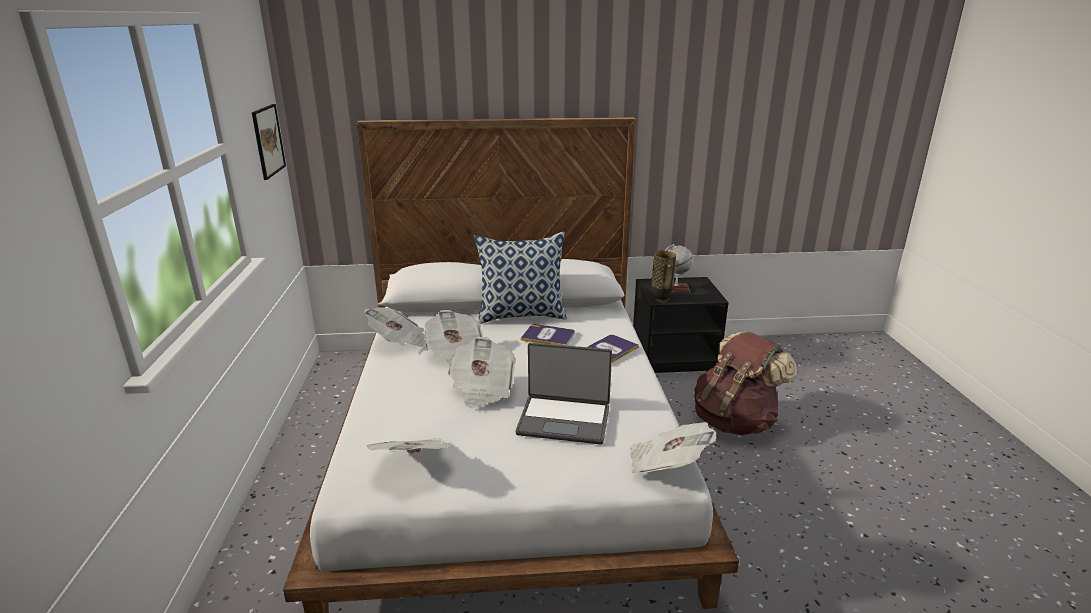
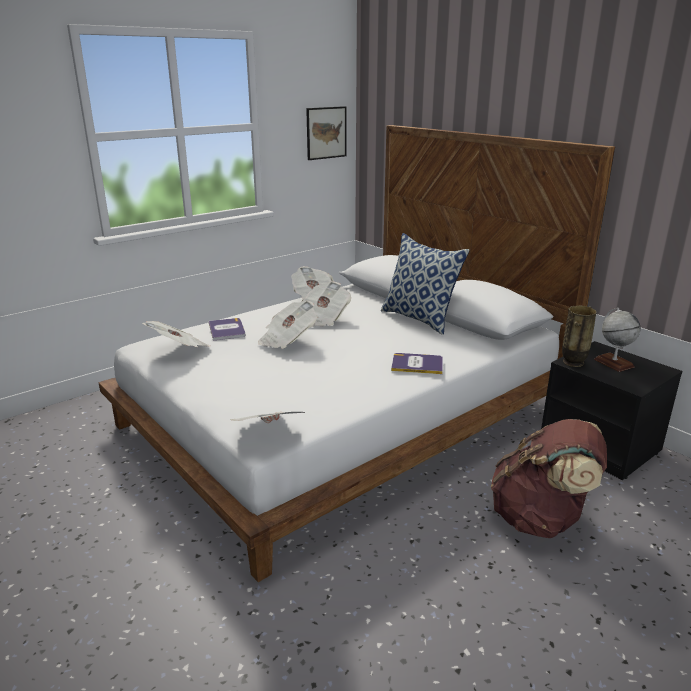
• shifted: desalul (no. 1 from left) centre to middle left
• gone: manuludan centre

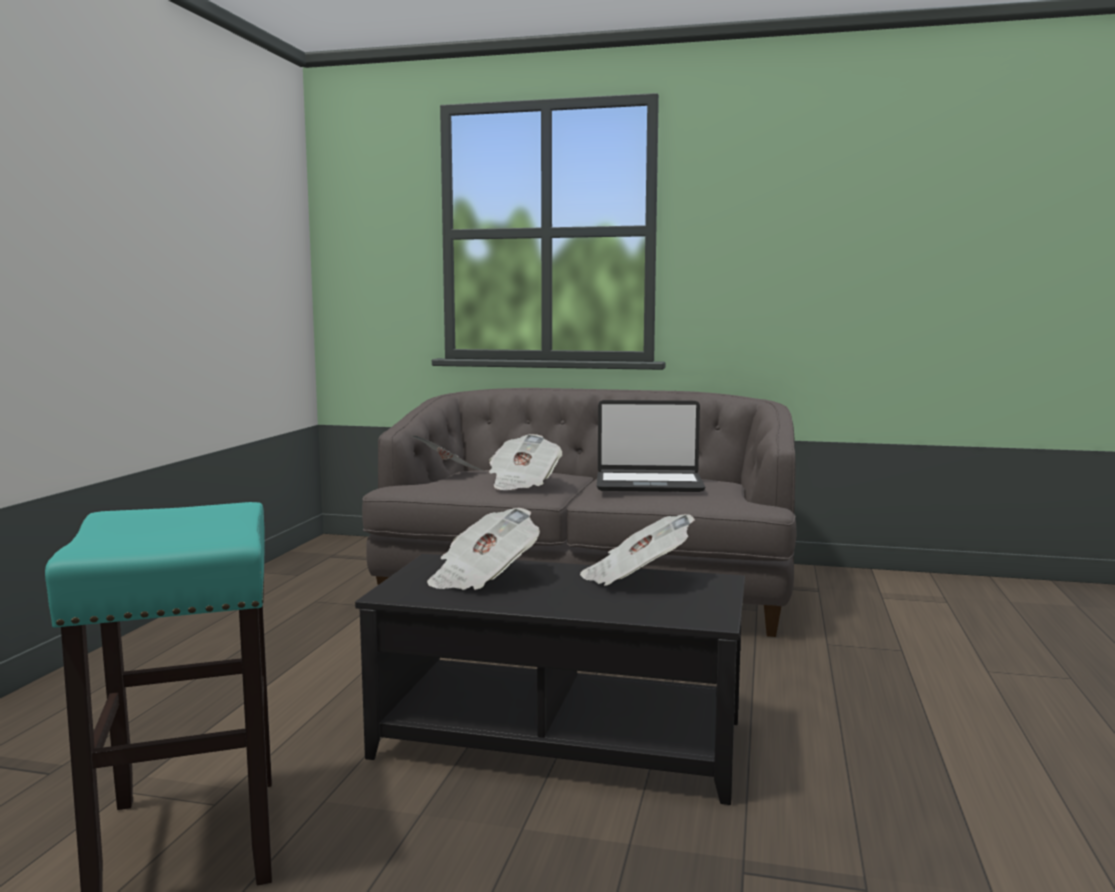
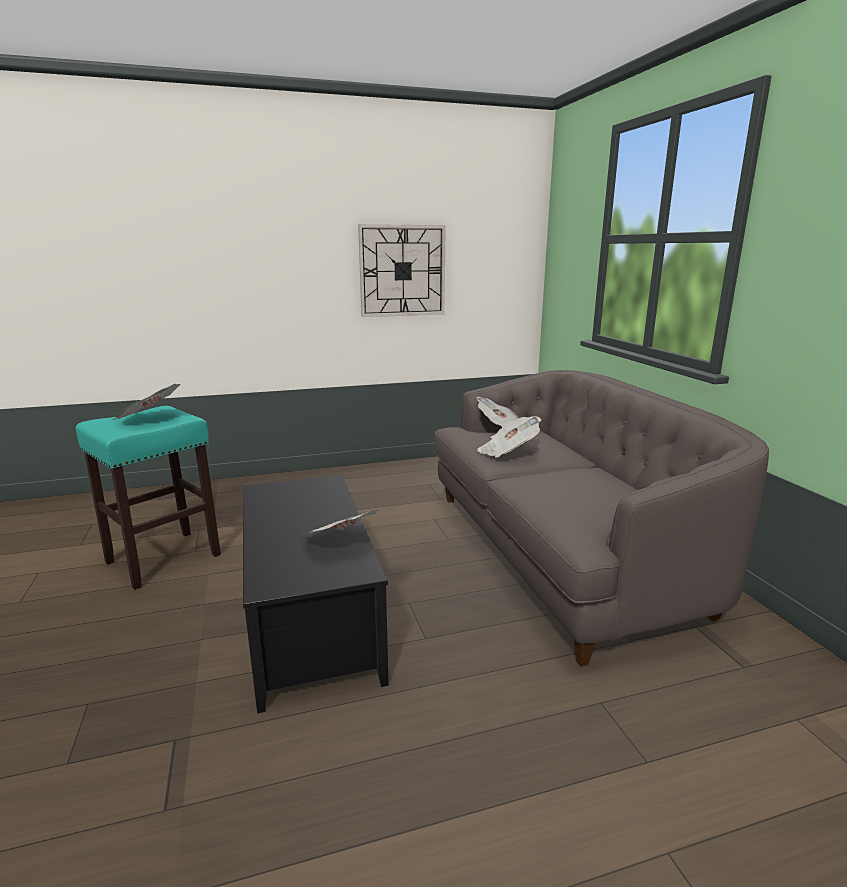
• shifted: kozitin (no. 2 from left in the first image) centre to kozitin (no. 1 from left) middle left
• new: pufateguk top centre
• gone: manuludan centre

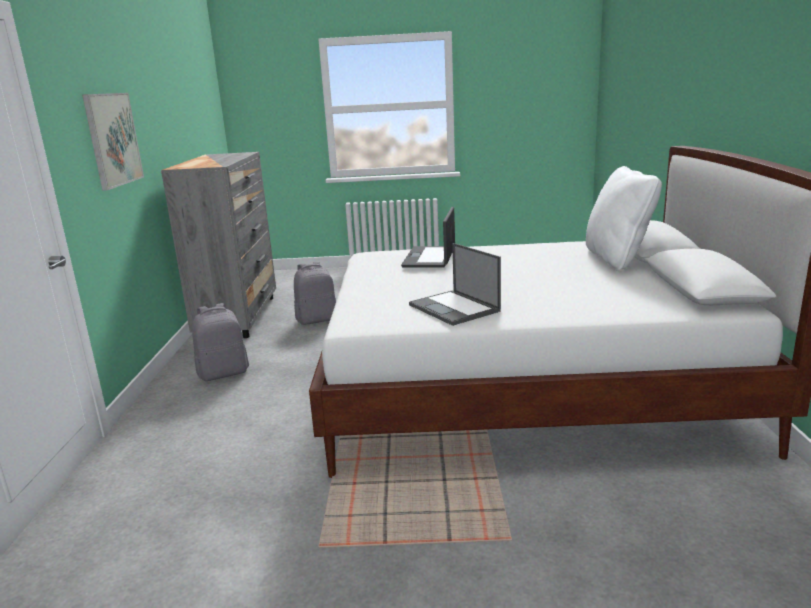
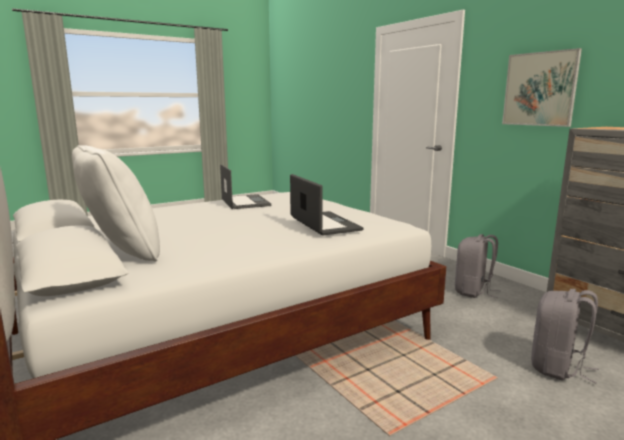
• rotated: manuludan (no. 2 from left in the first image) centre = centre 45 degrees clockwise

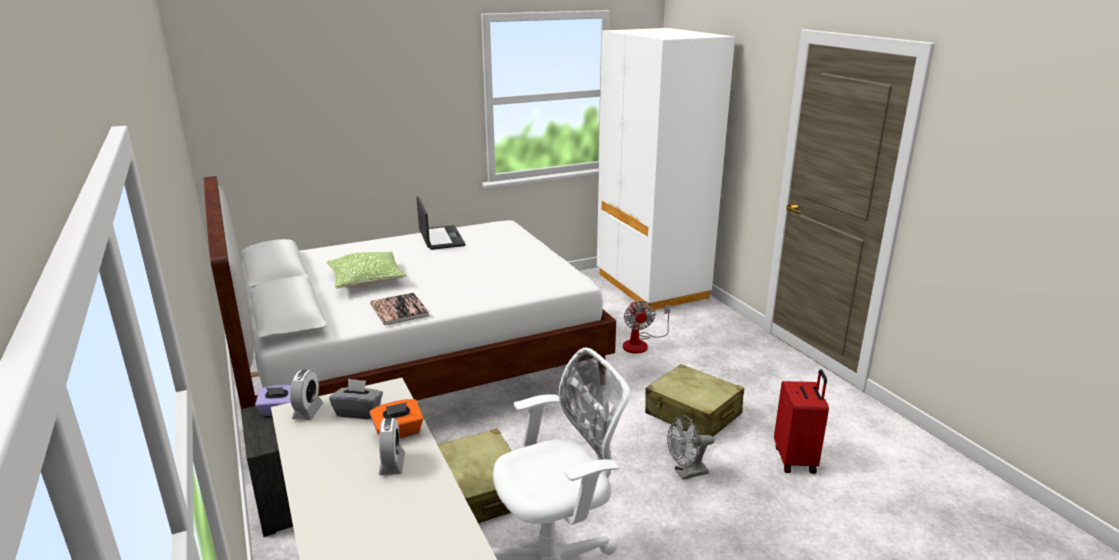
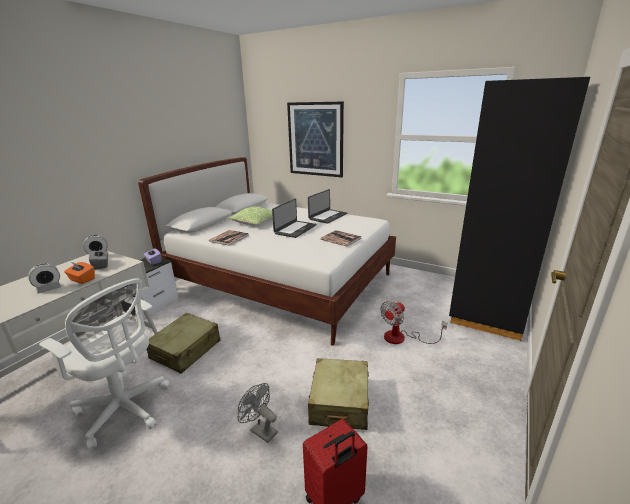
• new: manuludan (no. 1 from left) centre
• new: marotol top centre
• new: desalul (no. 2 from left) centre
• repainted: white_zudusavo top centre to black_zudusavo middle right

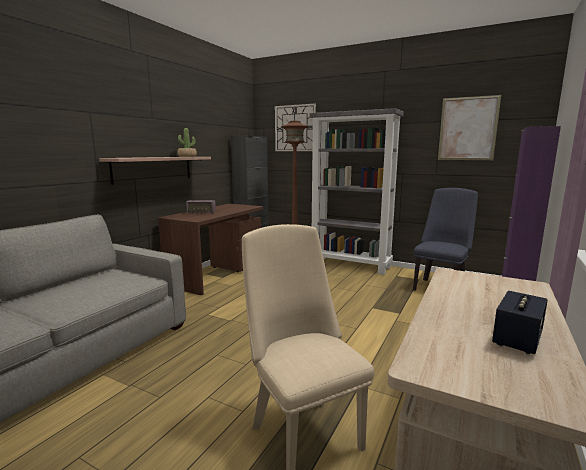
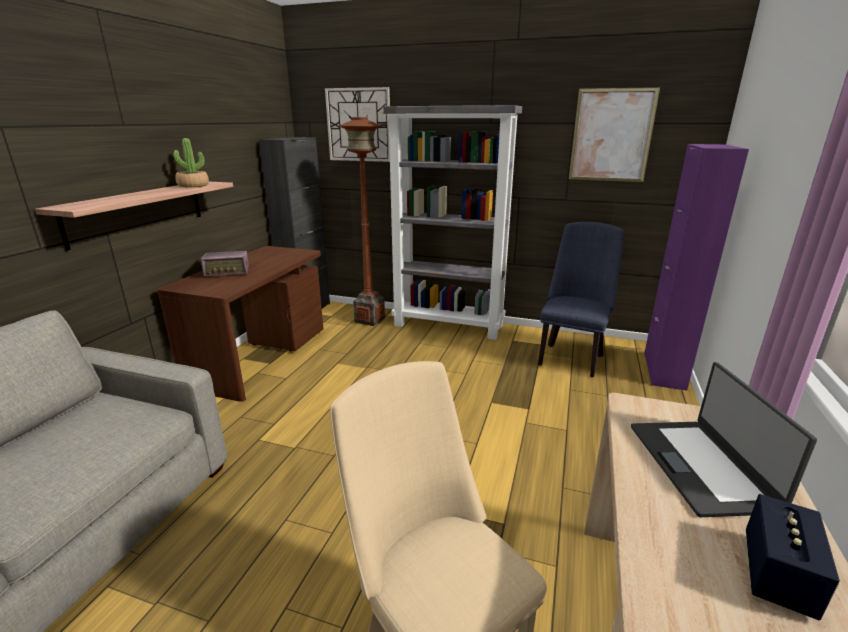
• new: manuludan bottom right

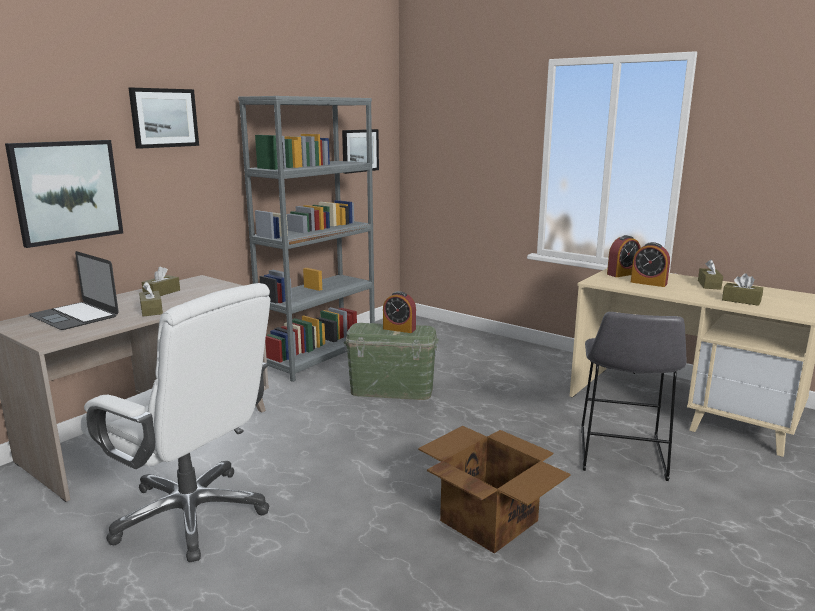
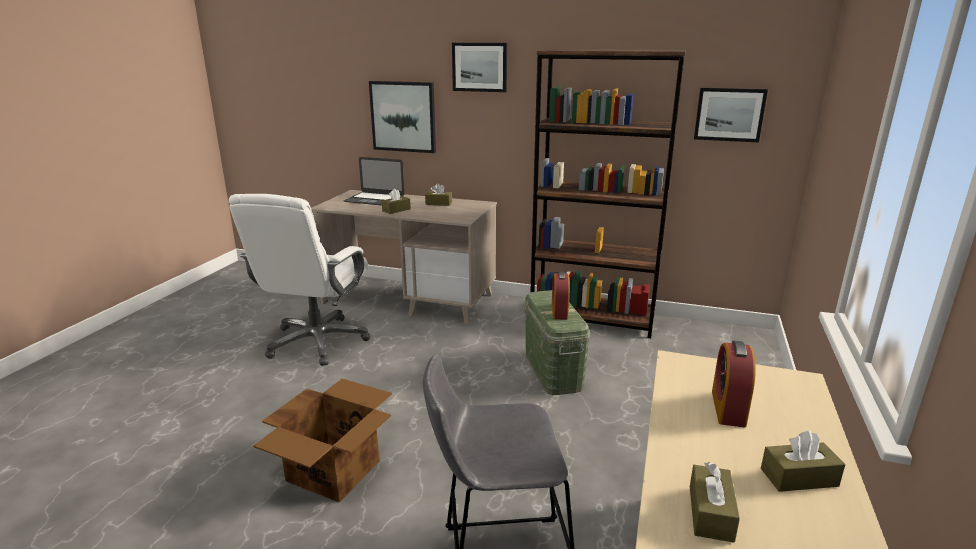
• rotated: manuludan middle left = top centre 90 degrees counterclockwise
• repainted: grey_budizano centre to brown_budizano centre
• gone: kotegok (no. 2 from left) middle right

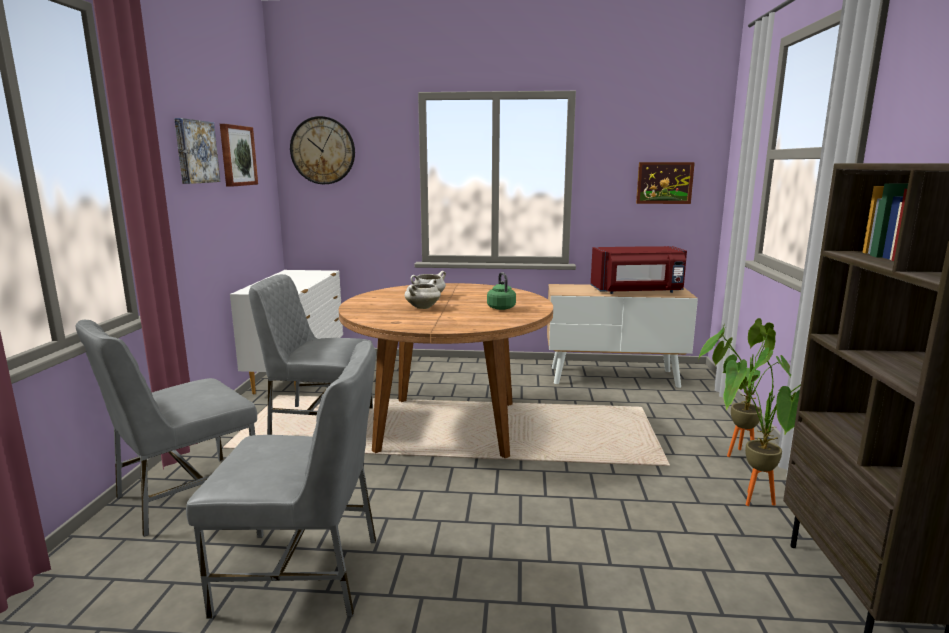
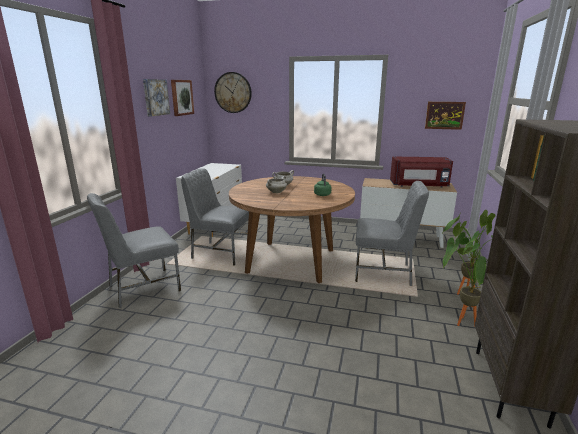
• shifted: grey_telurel (no. 2 from left in the first image) bottom left to grey_telurel (no. 3 from left) middle right

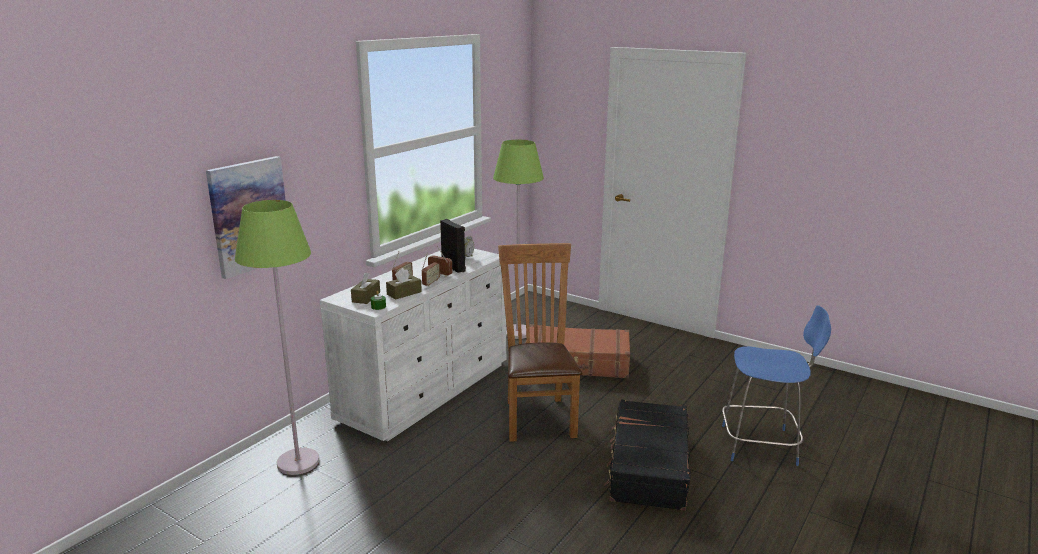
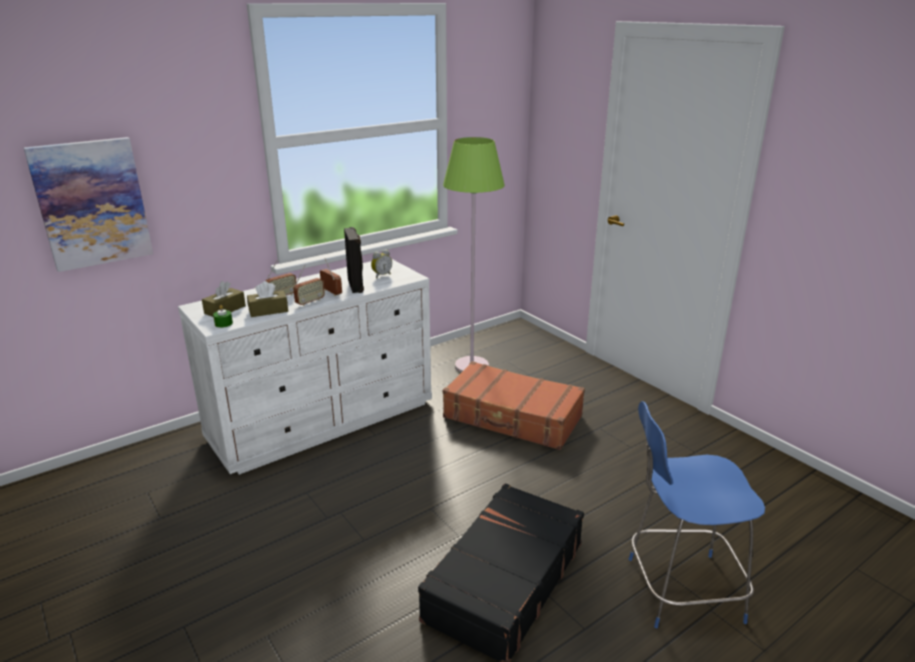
• rotated: blue_telurel bottom right = bottom right 150 degrees clockwise
• gone: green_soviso (no. 1 from left) middle left
• gone: brown_telurel centre

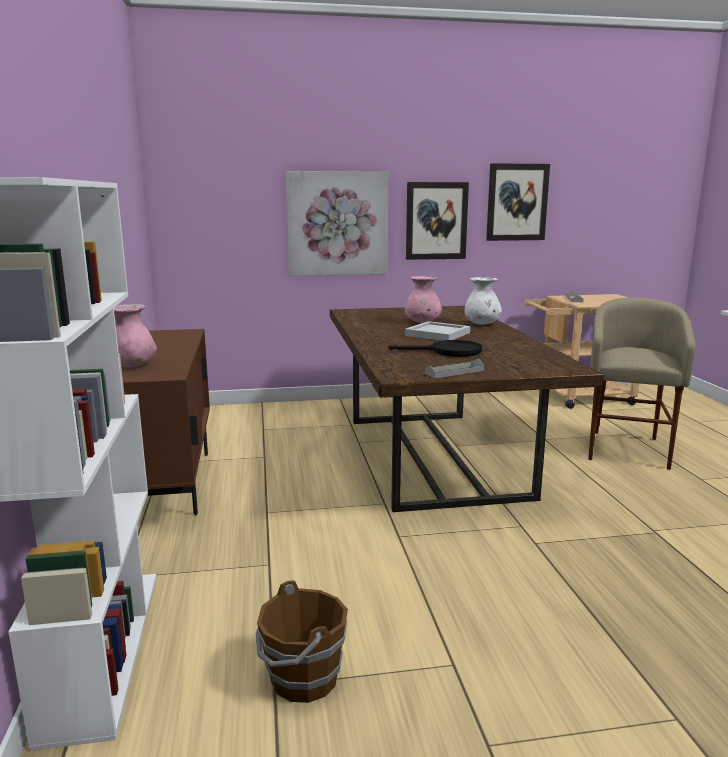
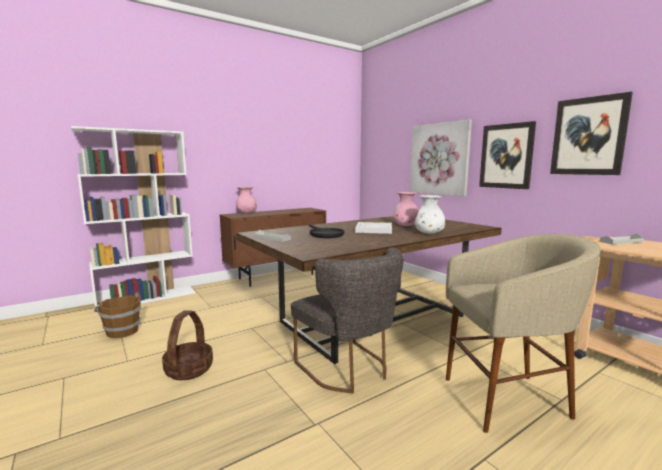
• new: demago bottom left
• new: grey_telurel bottom centre

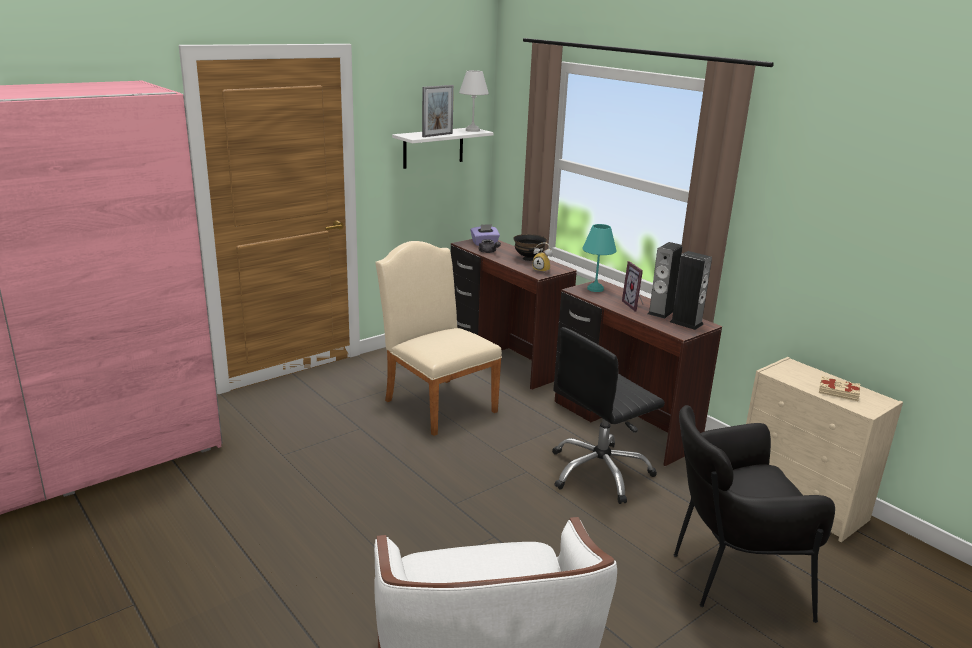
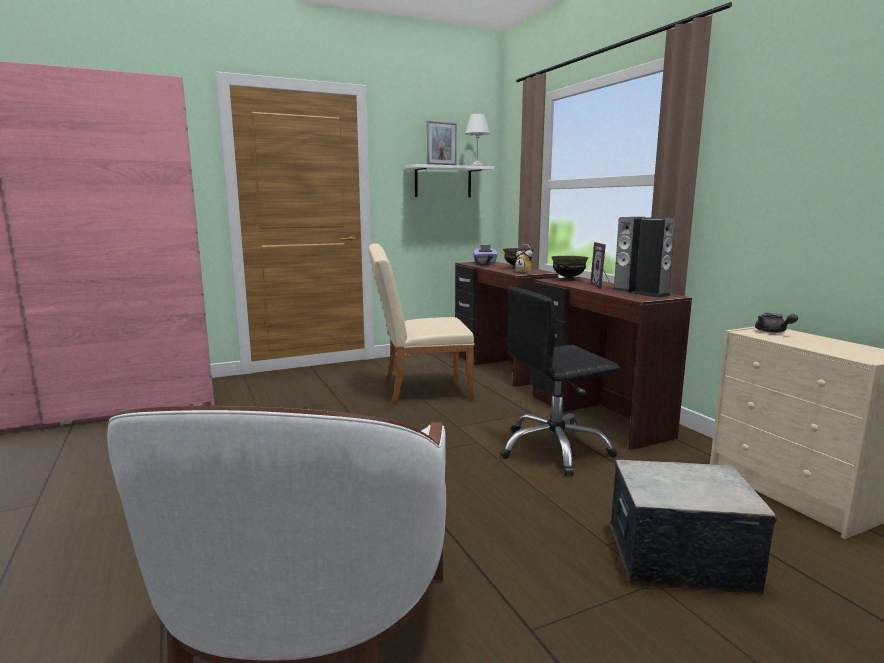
• rotated: beige_telurel centre = centre 75 degrees counterclockwise
• swapped: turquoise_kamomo centre to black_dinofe (no. 2 from left) centre
• swapped: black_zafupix bottom right to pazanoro bottom right
• new: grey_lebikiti (no. 2 from left) middle right
• gone: beige_desalul middle right

